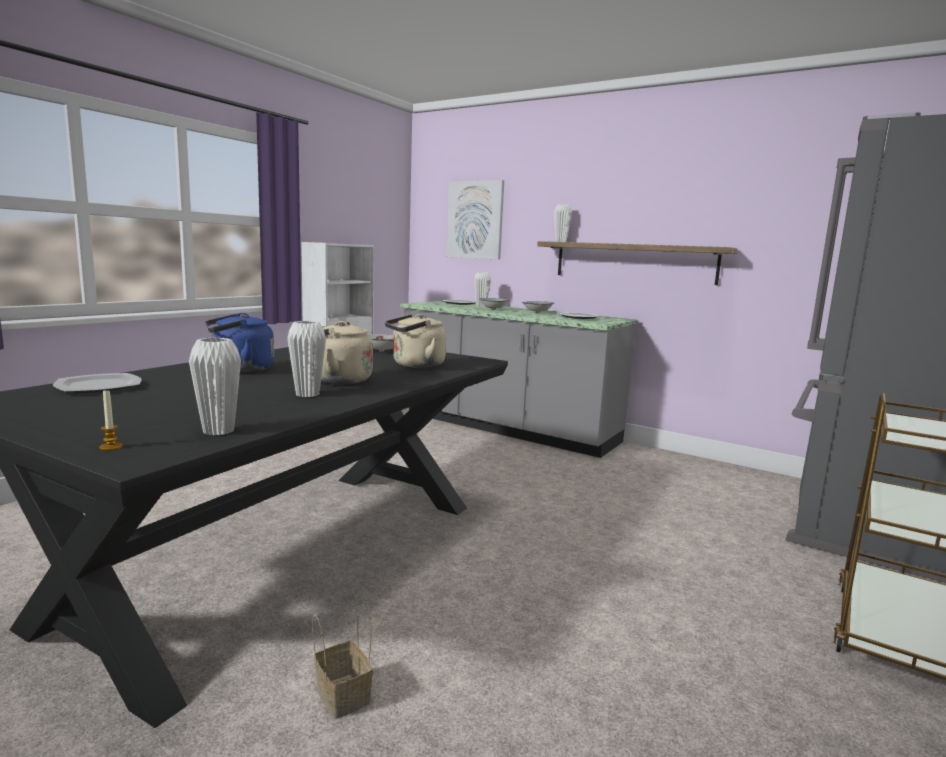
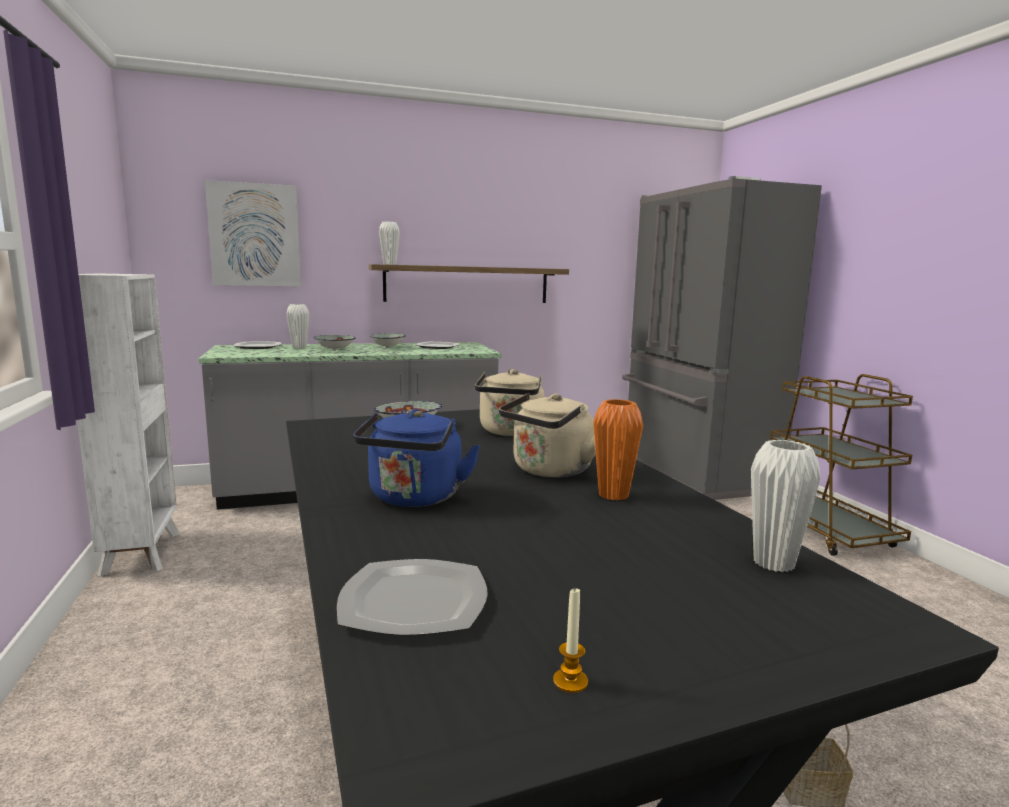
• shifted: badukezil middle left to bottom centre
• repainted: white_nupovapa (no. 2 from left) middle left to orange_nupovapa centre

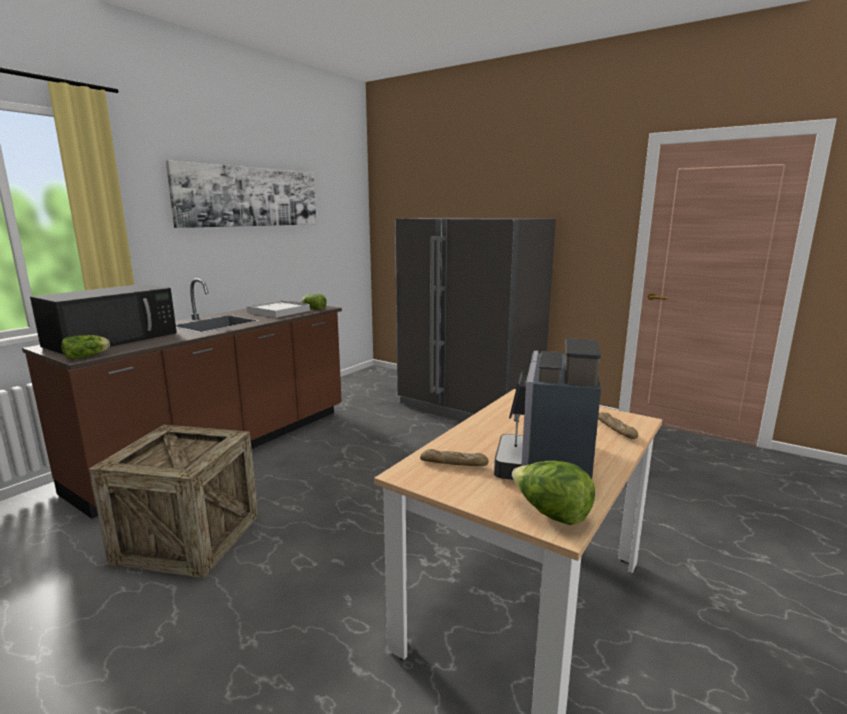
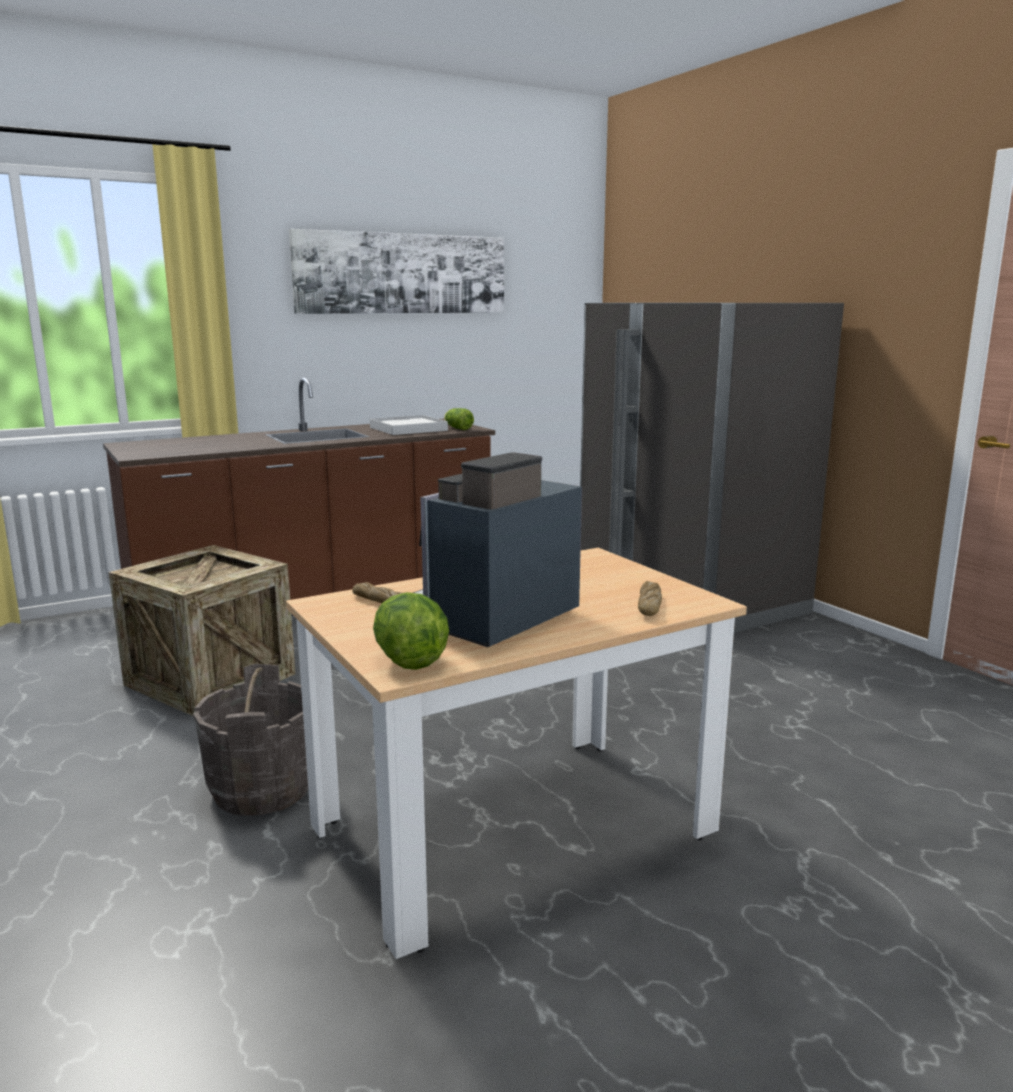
• new: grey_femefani bottom left
• gone: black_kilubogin middle left
• gone: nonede (no. 1 from left) middle left

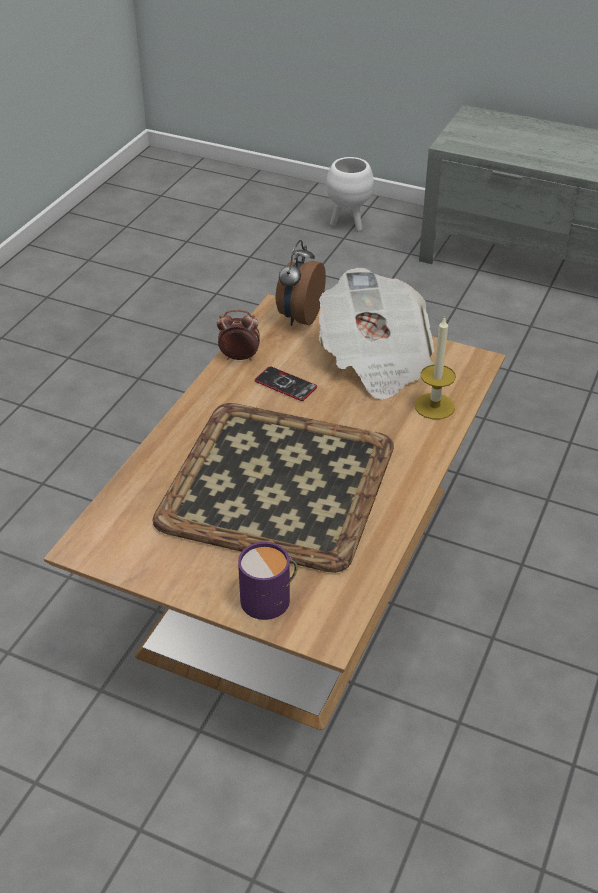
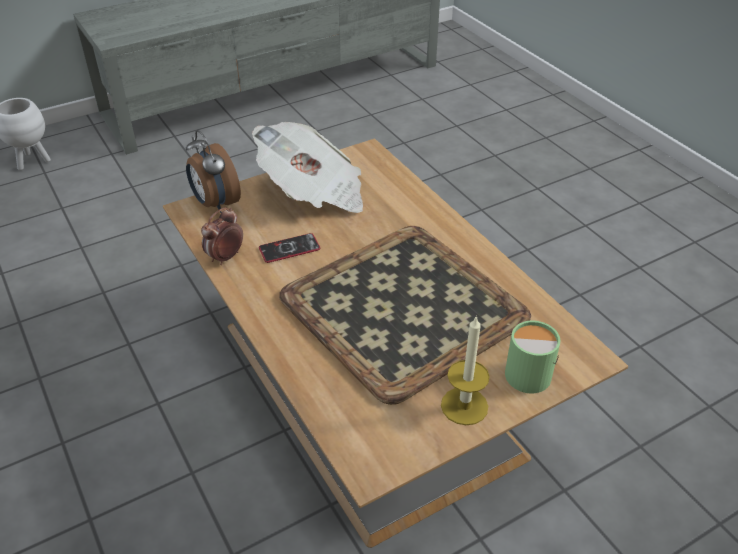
• shifted: badukezil middle right to bottom centre
• repainted: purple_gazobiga centre to green_gazobiga middle right

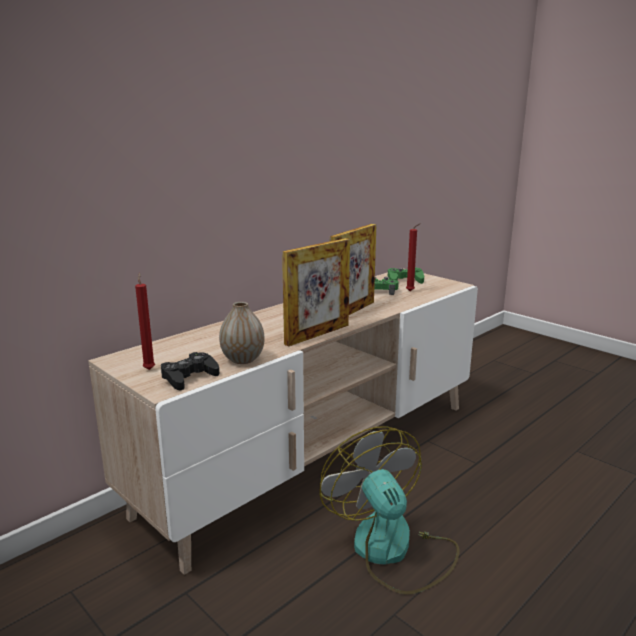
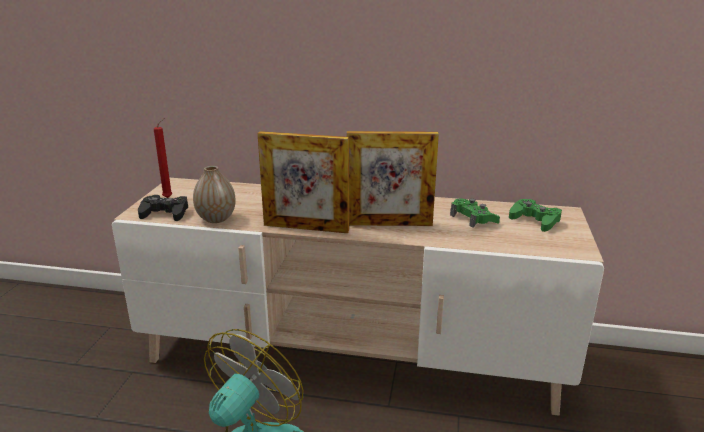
• gone: red_badukezil (no. 2 from left) centre

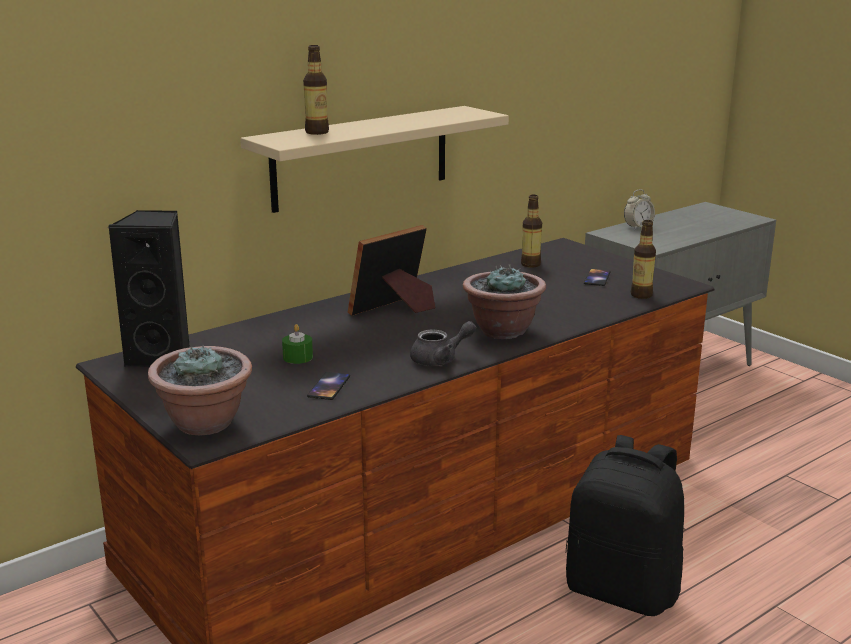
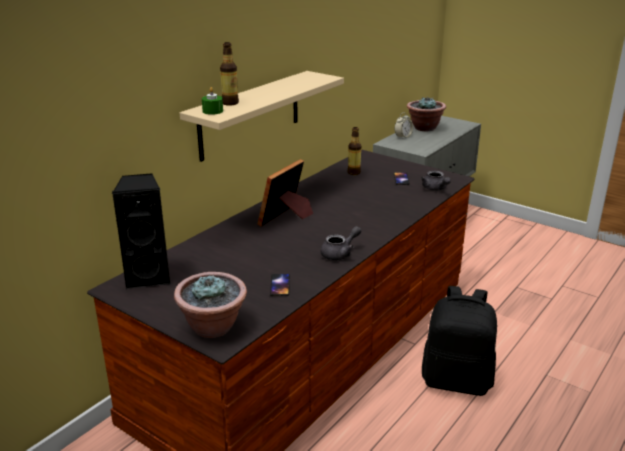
• shifted: green_badukezil centre to top centre
• shifted: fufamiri (no. 2 from left) centre to top right
• swapped: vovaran (no. 3 from left) middle right to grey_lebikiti (no. 2 from left) middle right

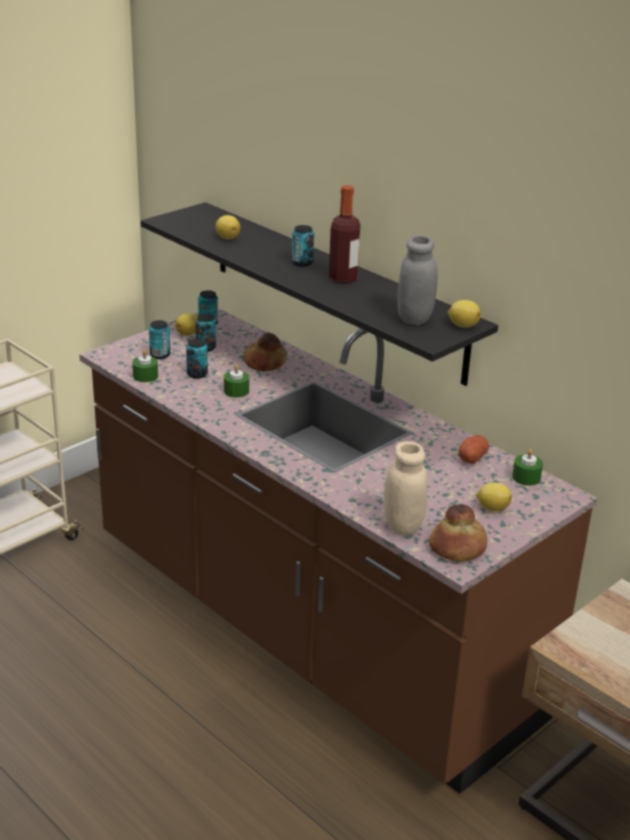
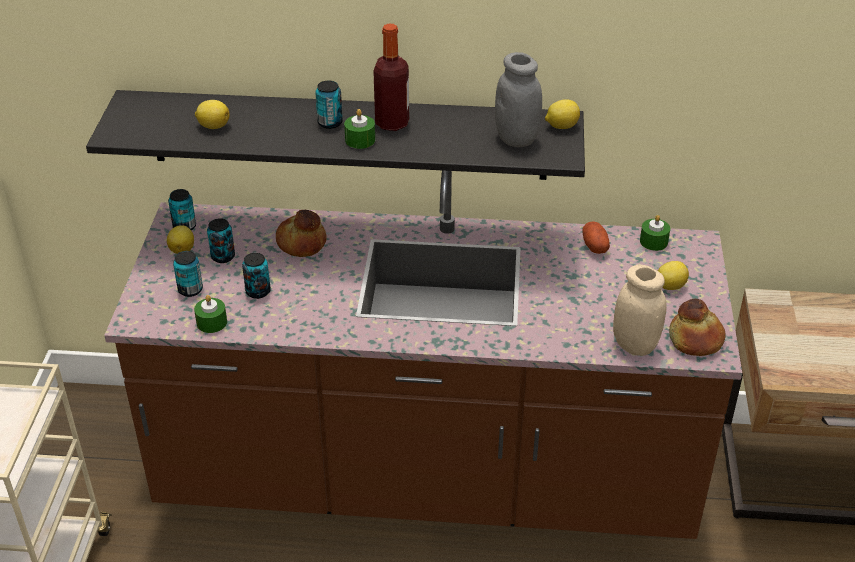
• shifted: green_badukezil (no. 2 from left) centre to top centre

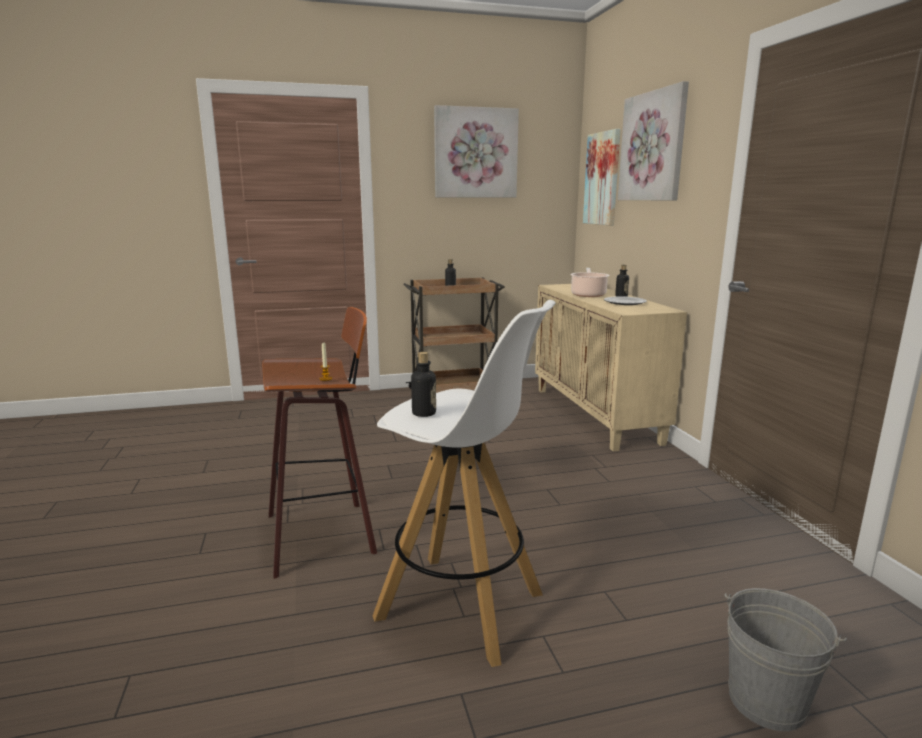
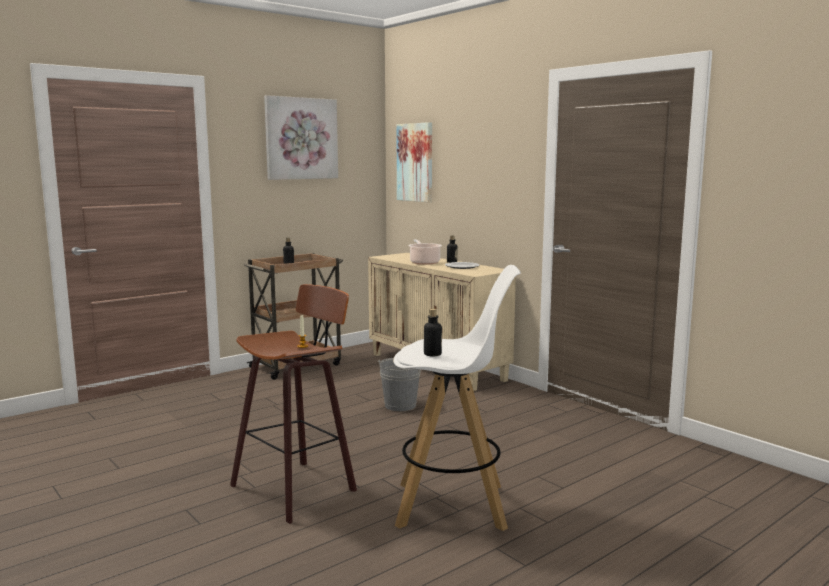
• shifted: grey_femefani bottom right to centre
• gone: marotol (no. 3 from left) top right

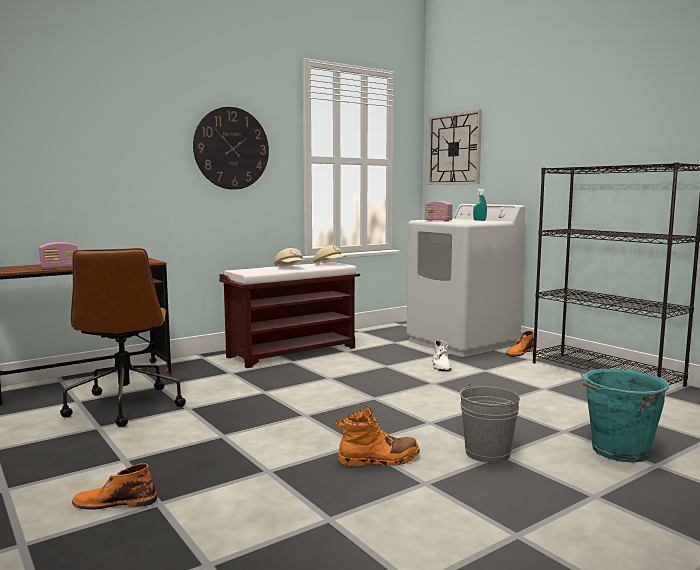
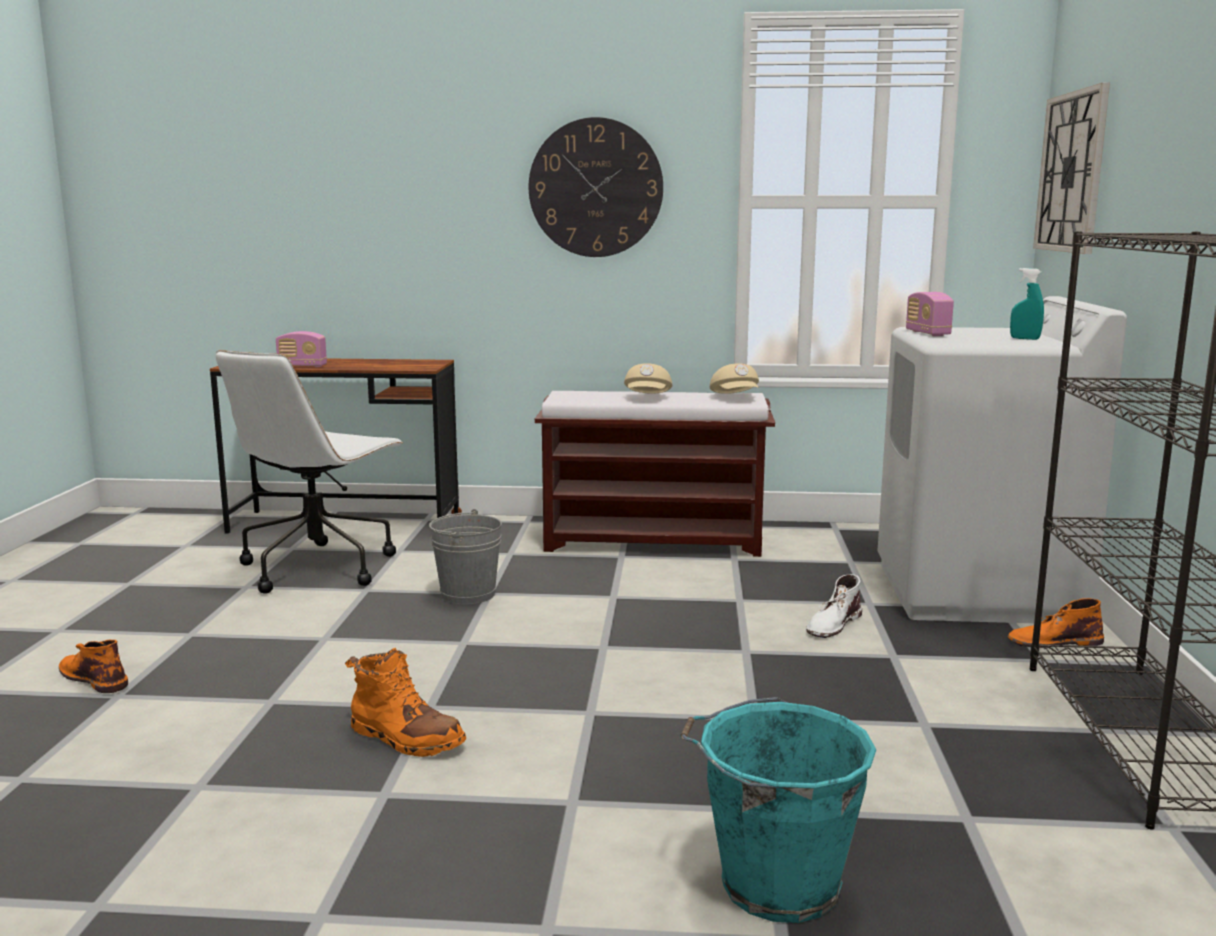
• repainted: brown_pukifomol middle left to white_pukifomol middle left
• shifted: grey_femefani bottom right to centre

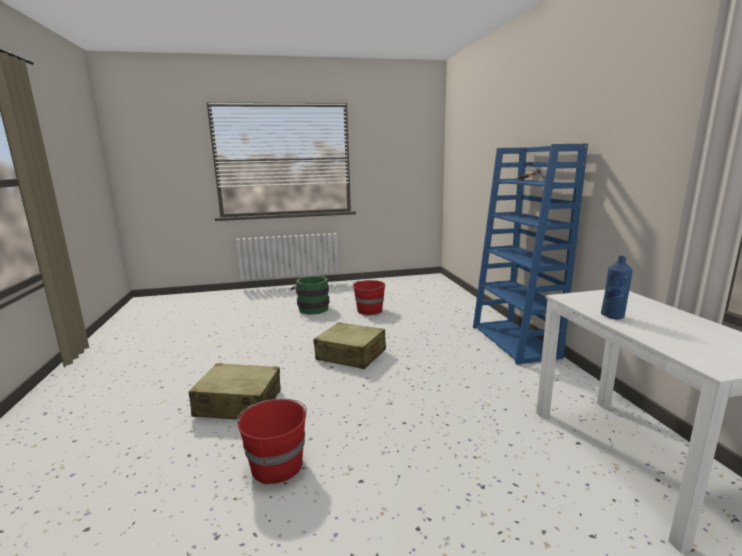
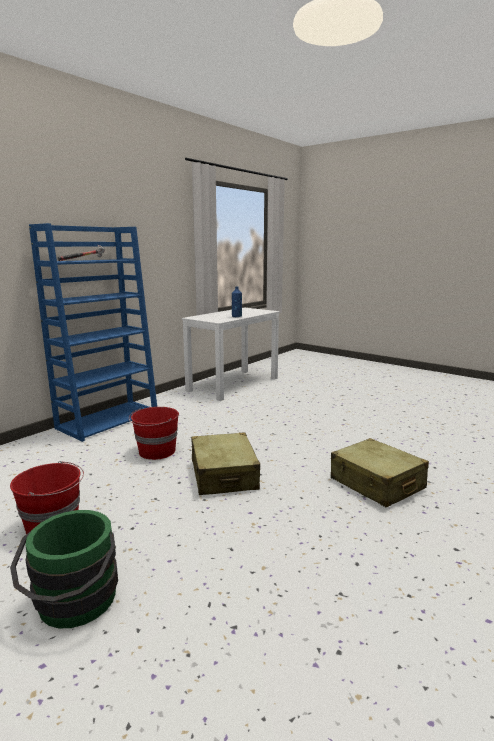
• shifted: red_femefani (no. 1 from left in the first image) bottom centre to red_femefani (no. 2 from left) middle left

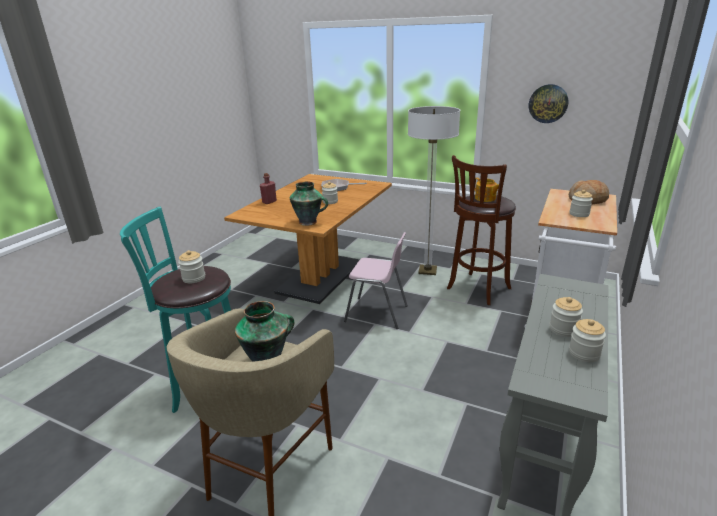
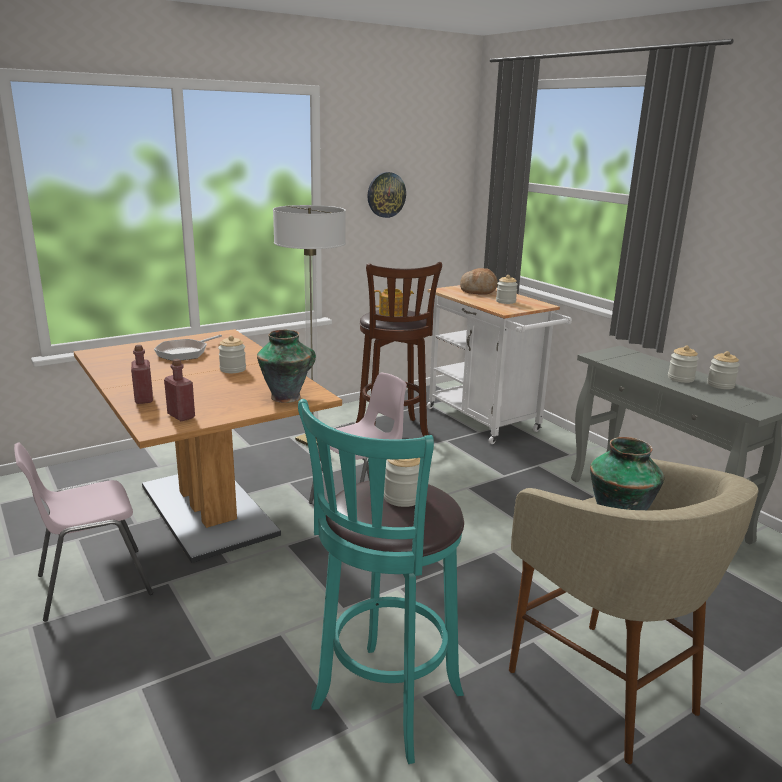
• new: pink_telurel (no. 1 from left) bottom left
• new: red_vovaran (no. 2 from left) middle left

